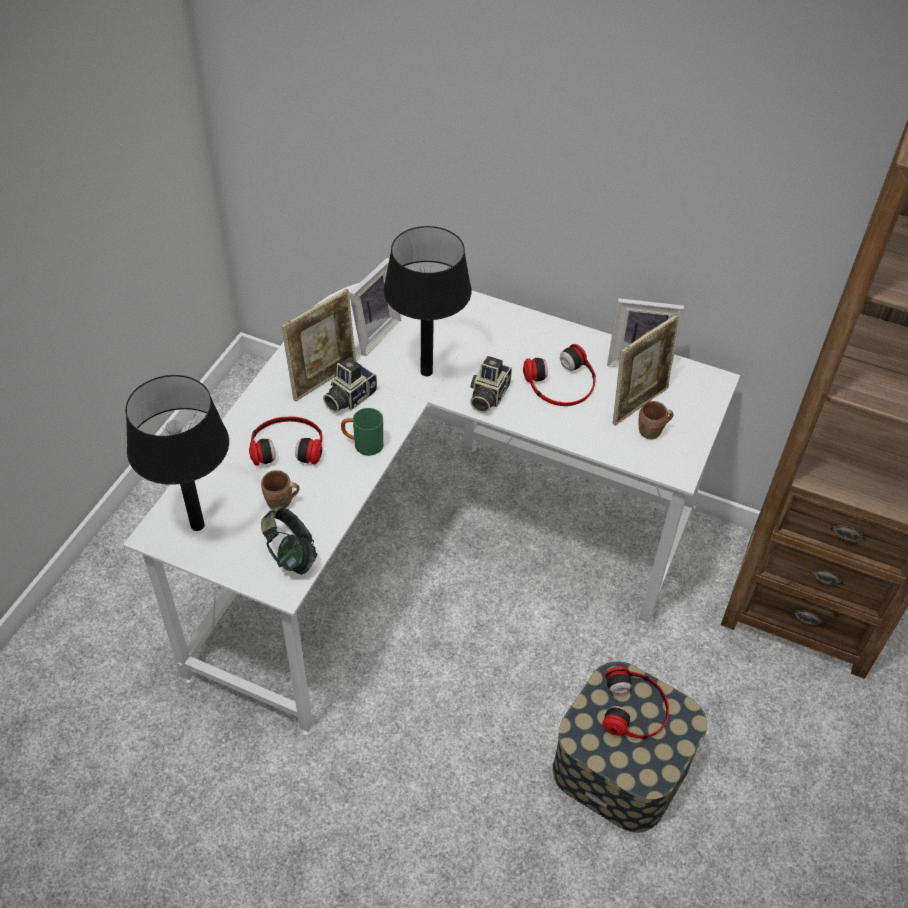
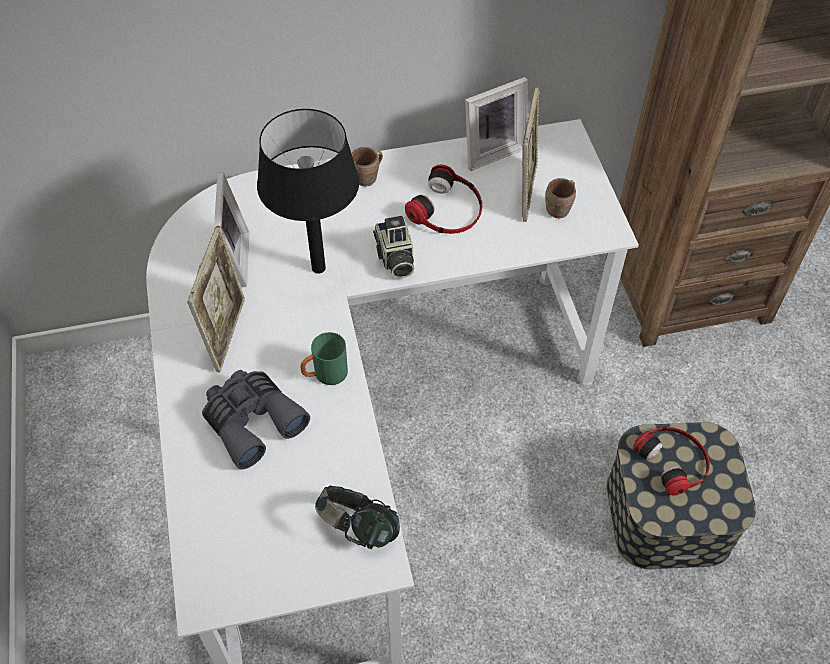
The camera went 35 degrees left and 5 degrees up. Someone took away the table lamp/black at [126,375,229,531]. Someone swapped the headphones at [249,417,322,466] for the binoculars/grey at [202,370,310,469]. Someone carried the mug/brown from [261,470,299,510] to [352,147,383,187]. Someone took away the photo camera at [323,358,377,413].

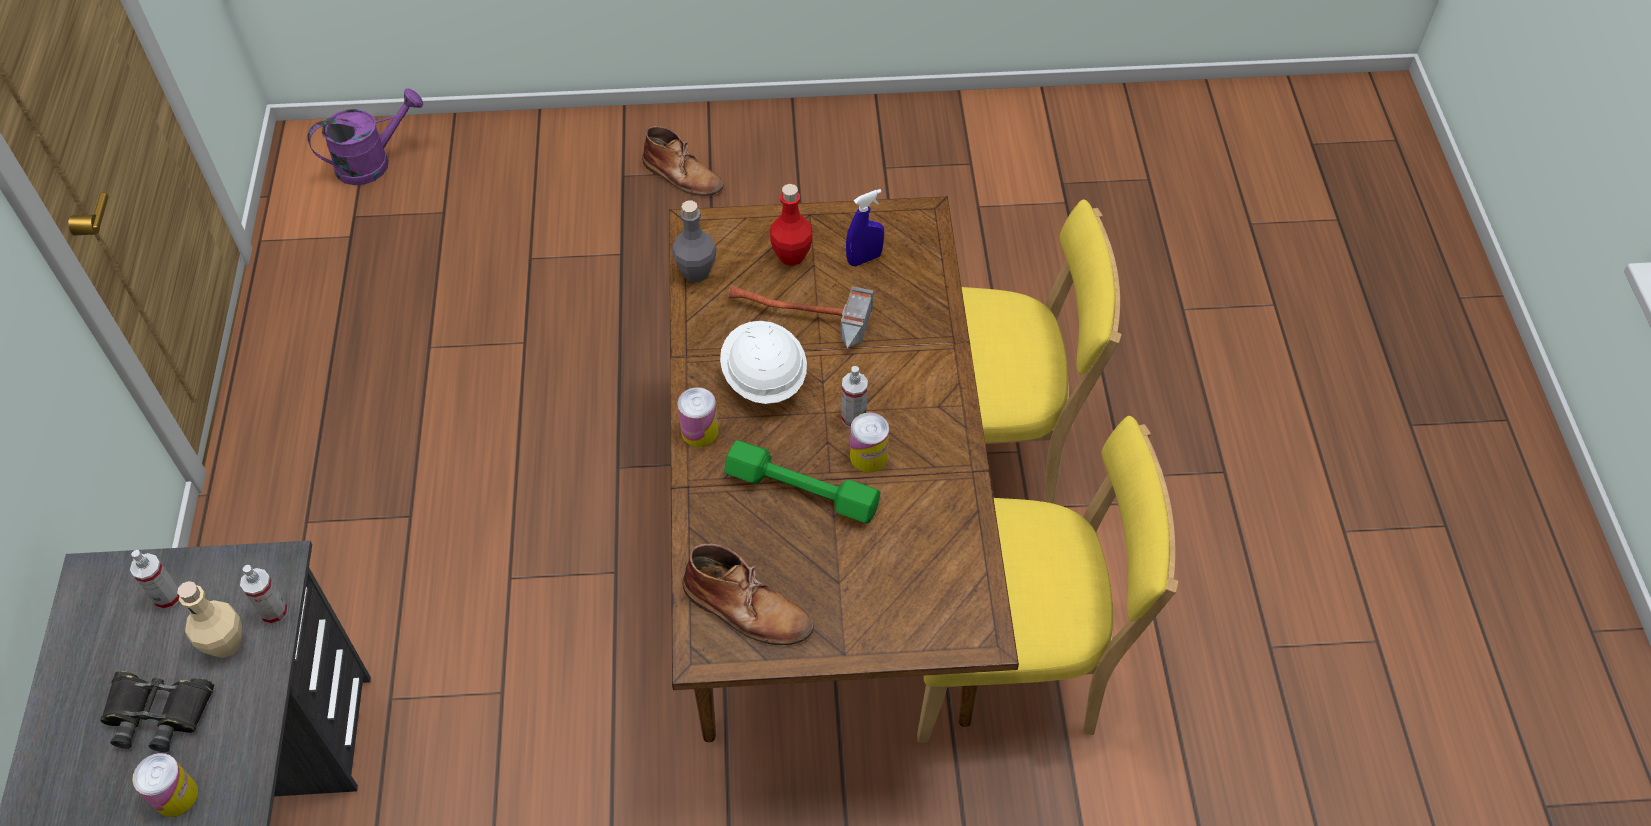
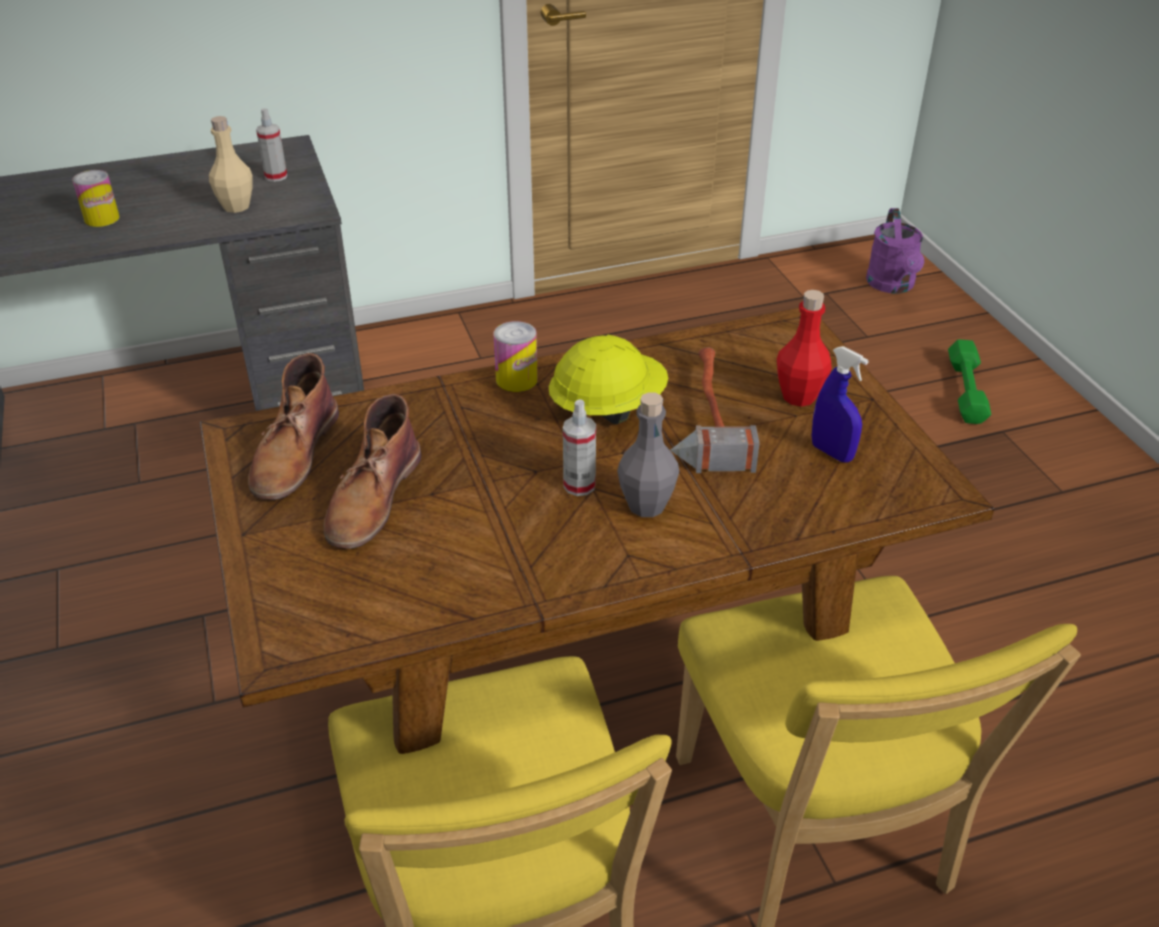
The camera went 75 degrees right and 15 degrees down. Someone took away the binoculars/black at [100,671,214,752]. Someone took away the spray bottle at [240,565,288,625]. Someone rotated the watering can/purple at [308,88,423,185] by 45 degrees clockwise. Someone carried the boot/brown from [642,126,724,196] to [323,394,421,549]. Someone carried the bottle/grey from [672,201,717,282] to [617,392,679,517]. Someone repainted the hard hat/white at [720,321,807,404], which became the hard hat/yellow at [549,335,668,424]. Someone carried the dumbbell/green from [724,440,880,523] to [948,340,991,424]. Someone took away the can at [850,413,889,473].

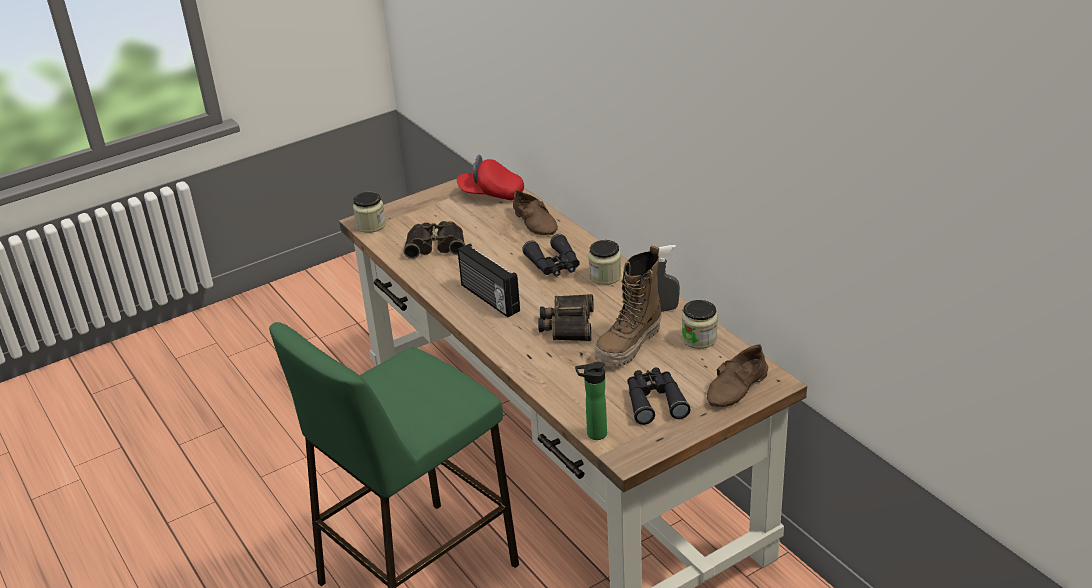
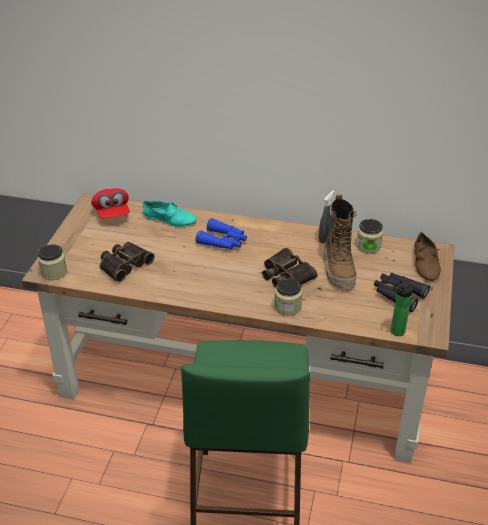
The camera went 45 degrees left and 5 degrees up. Someone rotated the cap/red at [457,155,524,200] by 75 degrees counterclockwise. Someone took away the radio at [457,244,520,317]. Someone repainted the shoe/brown at [513,190,558,235], which became the shoe/turquoise at [142,201,196,227]. Someone repainted the binoculars/black at [522,234,580,276], which became the binoculars/blue at [195,218,247,250]. Someone carried the jar from [588,240,621,285] to [274,278,302,316].

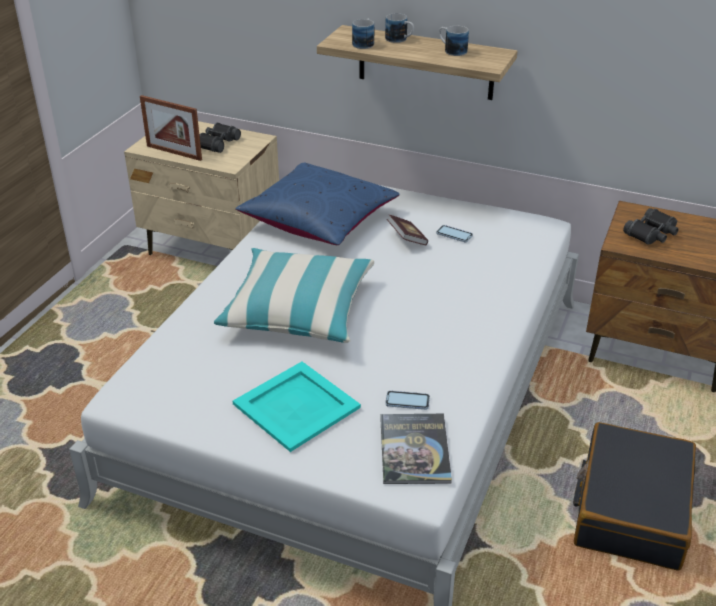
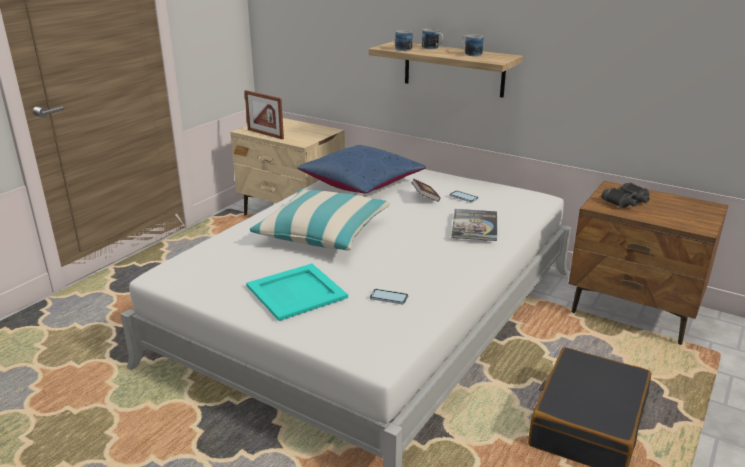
The camera went 10 degrees right and 10 degrees down. Someone took away the binoculars/black at [199,123,241,153]. Someone carried the book from [380,414,452,484] to [451,209,497,241].

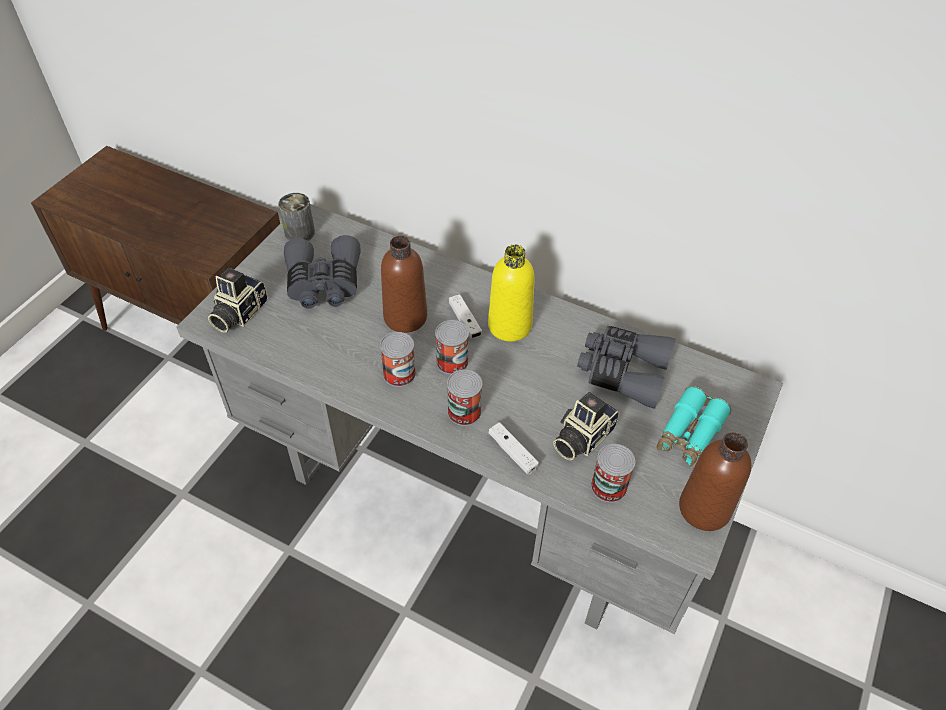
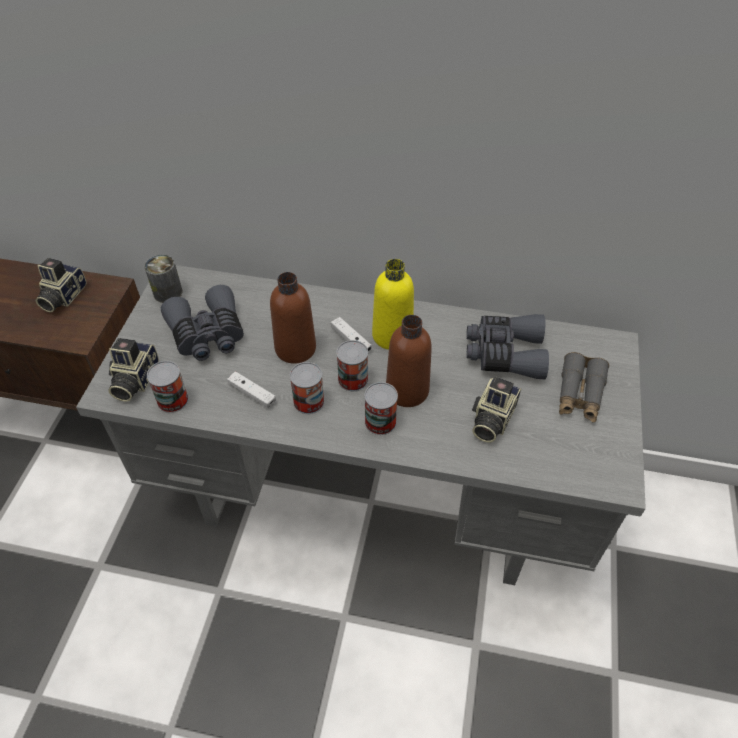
The camera went 15 degrees left and 0 degrees up. Someone carried the game controller/white from [489,422,539,475] to [227,371,276,408]. Someone carried the can from [591,444,635,503] to [147,361,189,413]. Someone repainted the binoculars/turquoise at [656,386,731,467], which became the binoculars/grey at [559,352,609,423]. Someone carried the bottle/brown from [679,432,752,531] to [386,315,432,407]. Someone put down the photo camera at [35,258,86,312].

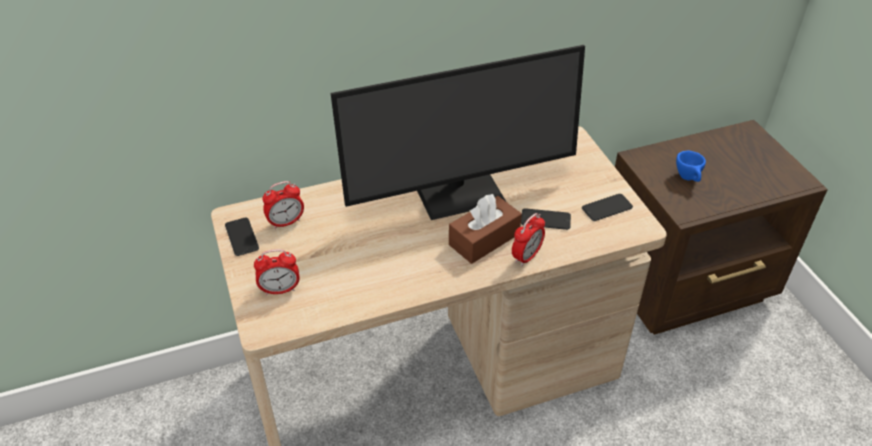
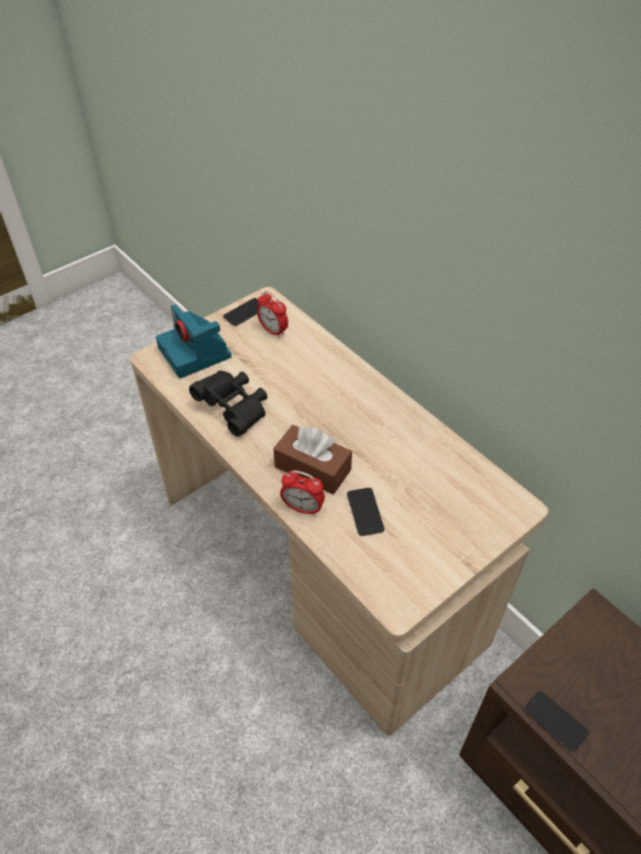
The camera went 70 degrees right and 5 degrees up. Someone swapped the alarm clock at [254,249,300,295] for the photo camera at [156,304,232,379]. Someone took away the monitor at [331,45,585,220]. Someone carried the phone from [582,194,633,221] to [524,691,589,752]. Someone took away the cup/blue at [676,151,706,182]. Someone put down the binoculars/black at [189,371,267,437].

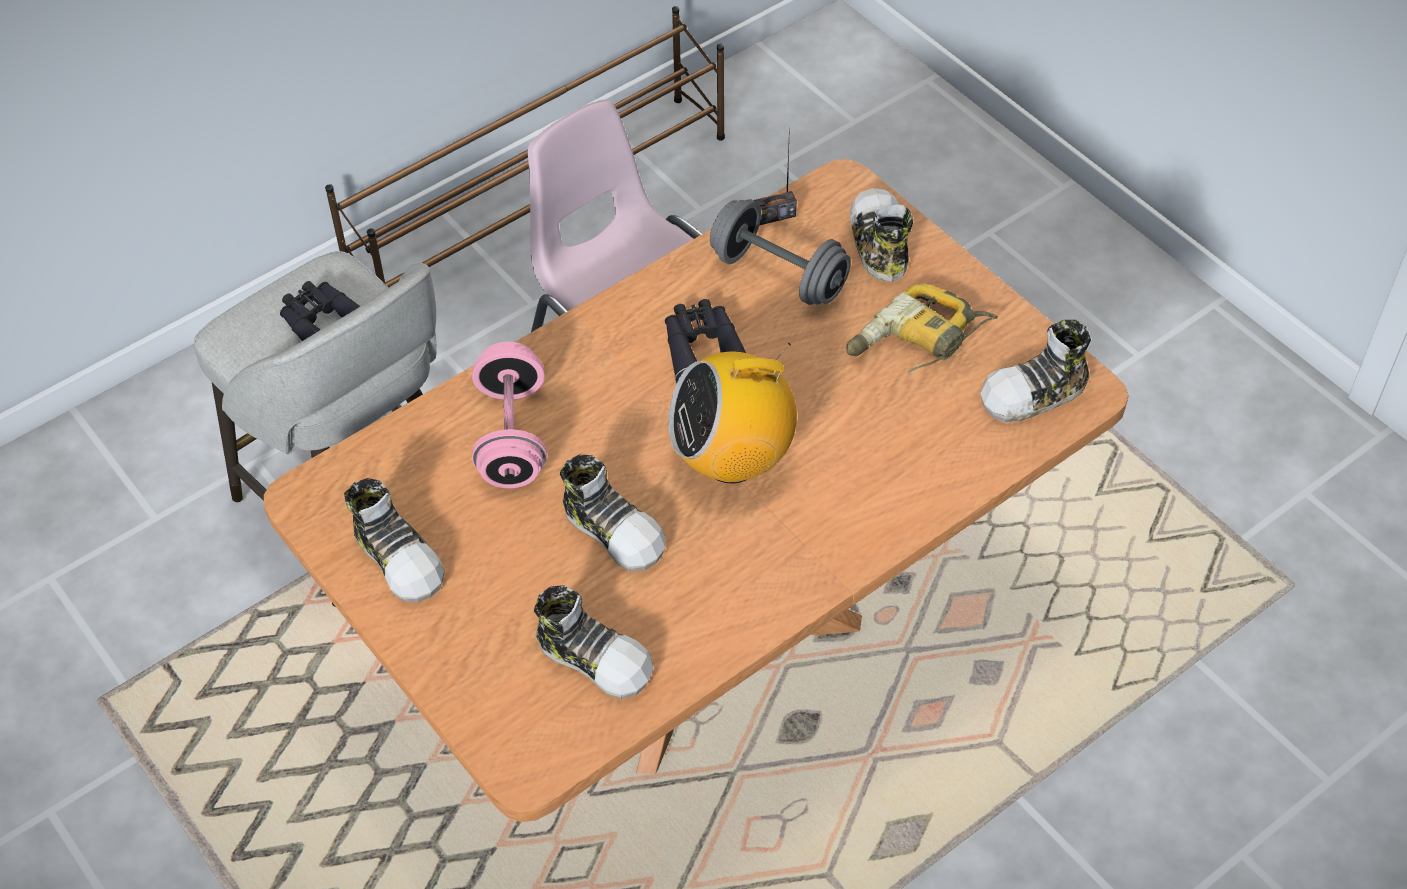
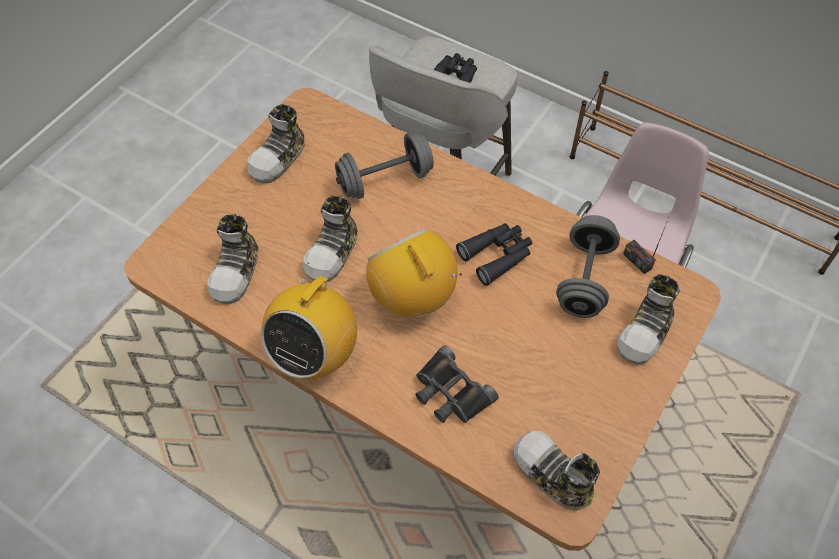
The camera went 70 degrees right and 5 degrees up. Someone repainted the dumbbell/pink at [472,342,547,488], which became the dumbbell/grey at [335,132,434,199]. Someone took away the power drill at [846,283,998,373]. Someone rotated the shoe at [850,188,913,282] by 150 degrees clockwise. Someone put down the radio at [261,262,357,379]. Someone put down the binoculars/black at [416,345,498,423].

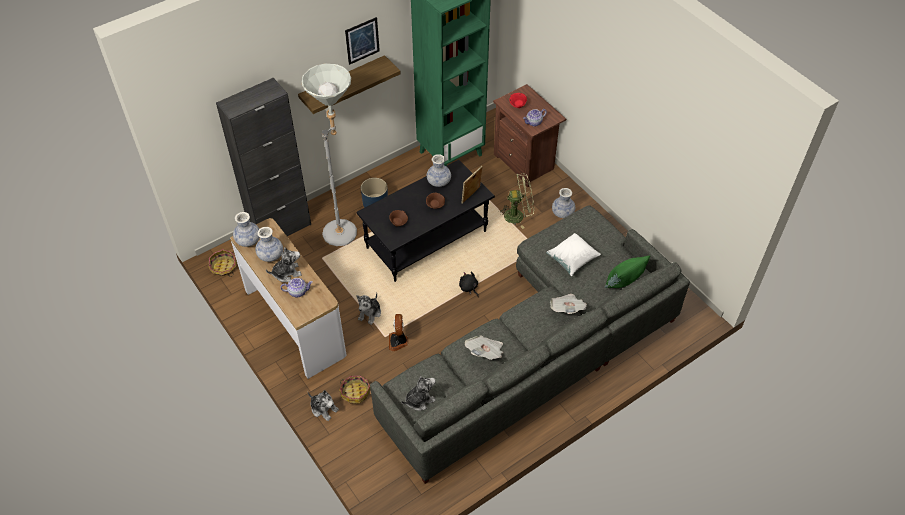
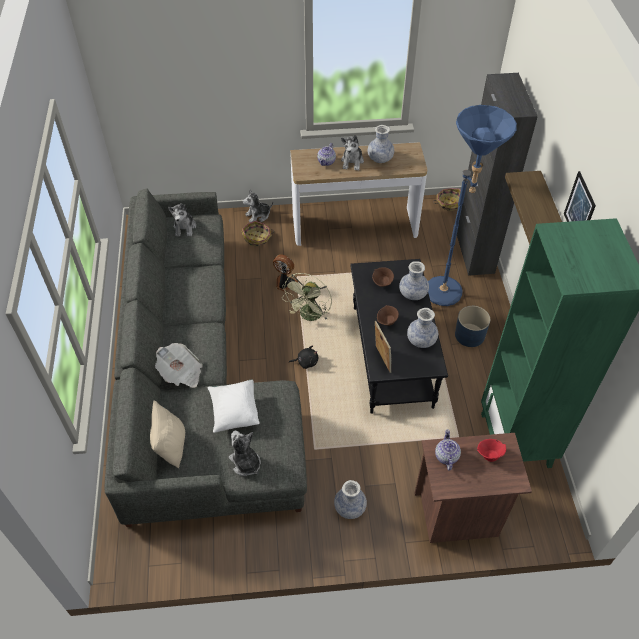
The camera went 120 degrees right and 0 degrees up. Someone carried the vase from [233,212,260,247] to [399,261,429,300]. Someone repainted the floor lamp/grey at [302,63,357,246], which became the floor lamp/blue at [428,105,517,306]. Someone carried the plush toy from [356,293,381,325] to [229,431,261,476]. Someone took away the newspaper at [465,335,503,360]. Someone carried the fan/green from [500,173,534,229] to [283,273,332,321]. Someone repainted the pillow/green at [605,256,650,288], which became the pillow/beige at [150,401,185,468].

